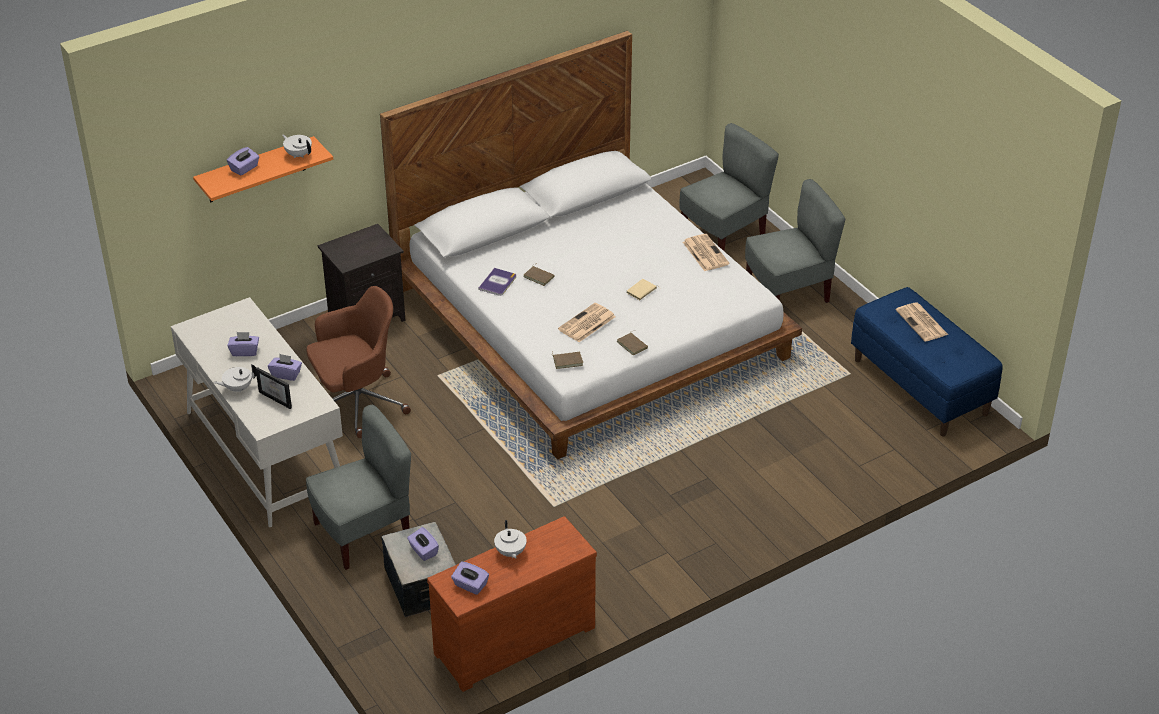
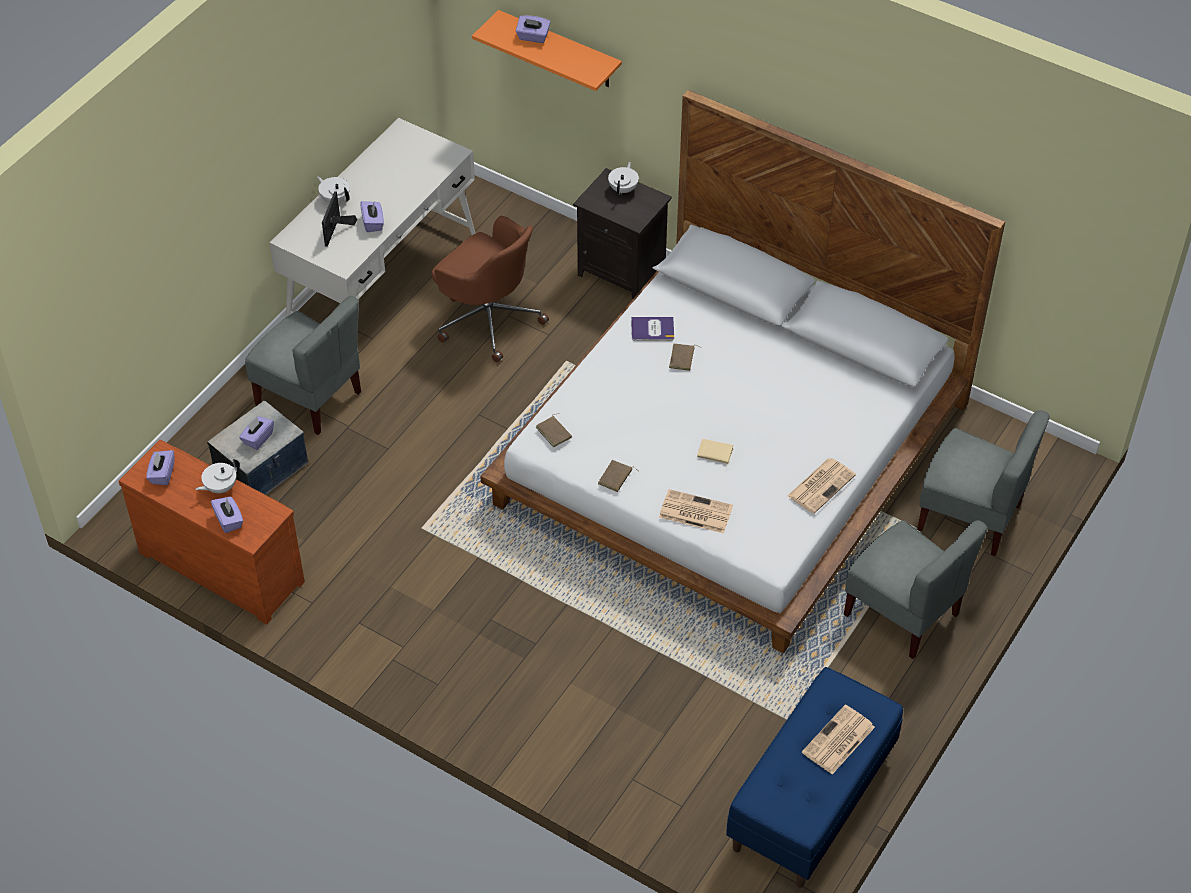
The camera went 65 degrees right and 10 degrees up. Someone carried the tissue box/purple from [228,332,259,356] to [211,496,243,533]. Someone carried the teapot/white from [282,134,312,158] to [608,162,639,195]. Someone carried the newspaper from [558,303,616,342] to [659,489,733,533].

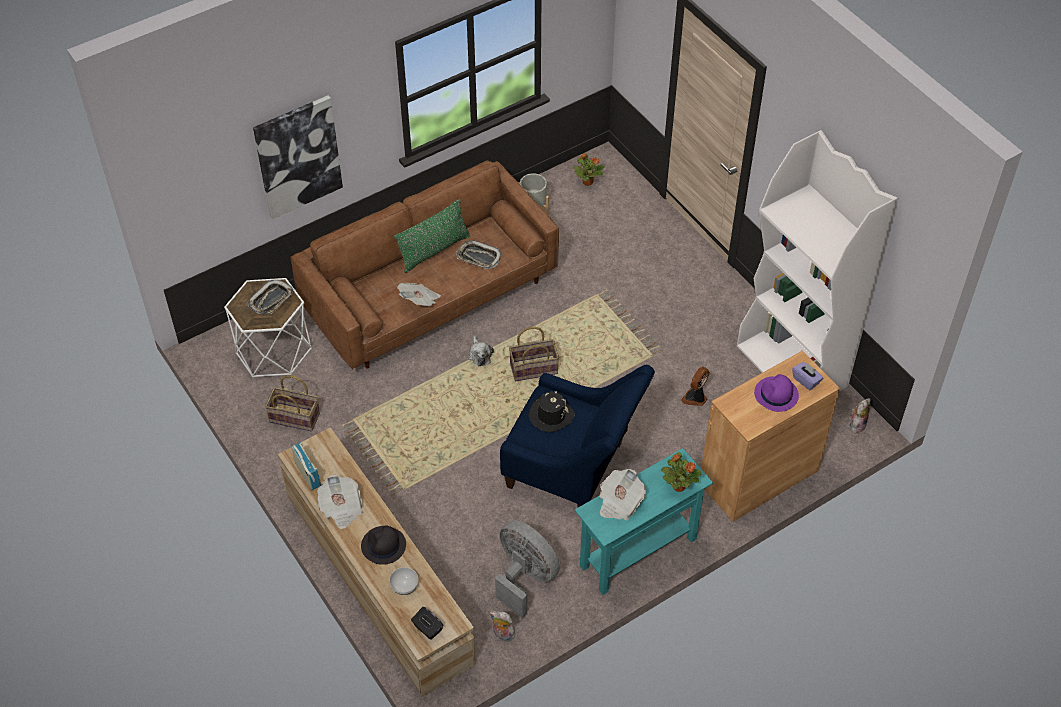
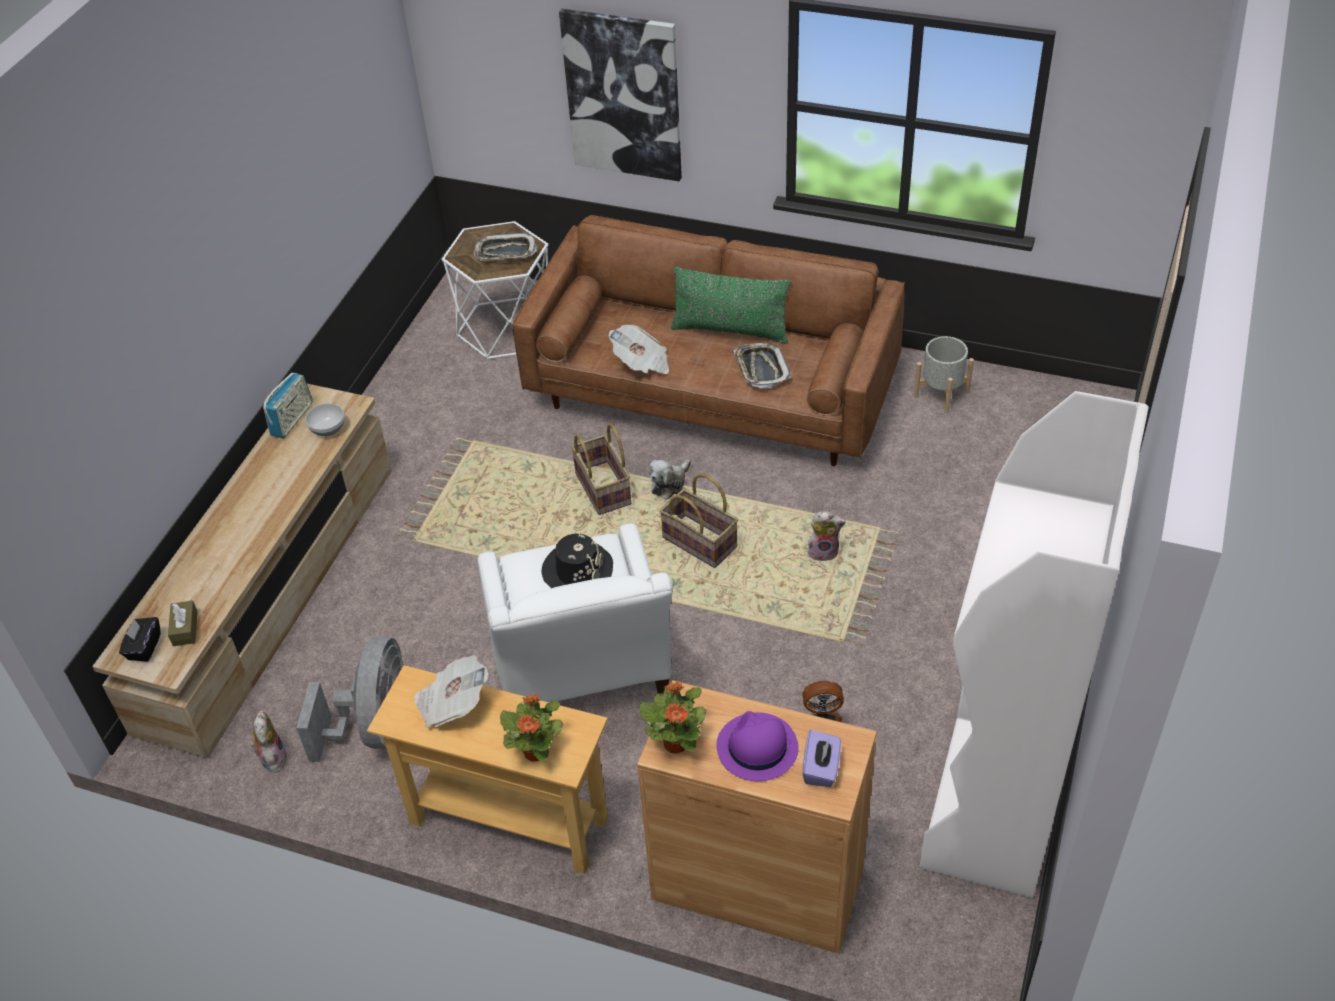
The camera went 55 degrees right and 5 degrees down. Someone carried the basket from [265,375,320,431] to [571,424,631,515]. Someone took away the newspaper at [317,474,363,529]. Someone took away the hat/black at [361,525,406,565]. Someone carried the bowl from [389,567,418,595] to [305,403,344,436]. Someone repainted the armchair/blue at [500,365,655,507], which became the armchair/white at [478,523,673,703]. Someone carried the potted plant from [573,153,605,186] to [639,682,706,754]. Someone repainted the console table/turquoise at [575,448,713,595], which became the console table/beige at [367,665,608,874]. Someone carried the plush toy from [850,398,871,433] to [808,512,846,561]. Someone put down the tissue box/brown at [168,600,198,646].

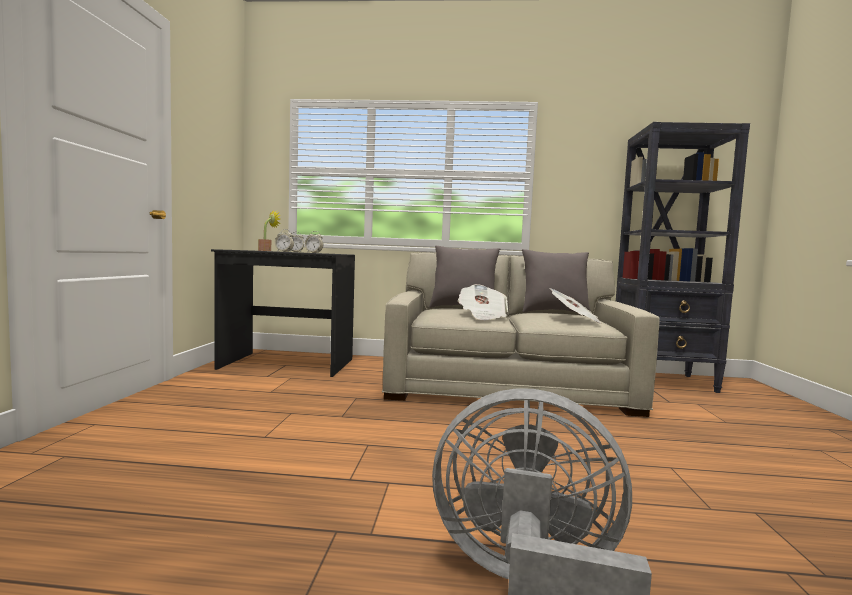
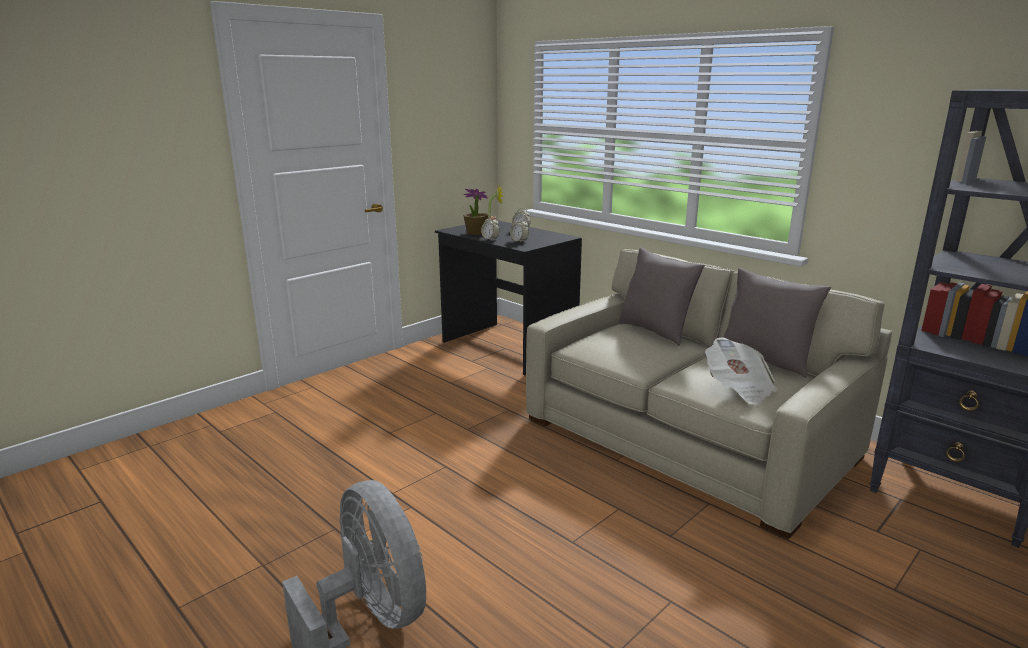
The camera went 40 degrees right and 15 degrees up. Someone took away the newspaper at [458,284,508,320]. Someone put down the potted plant at [463,189,488,235].

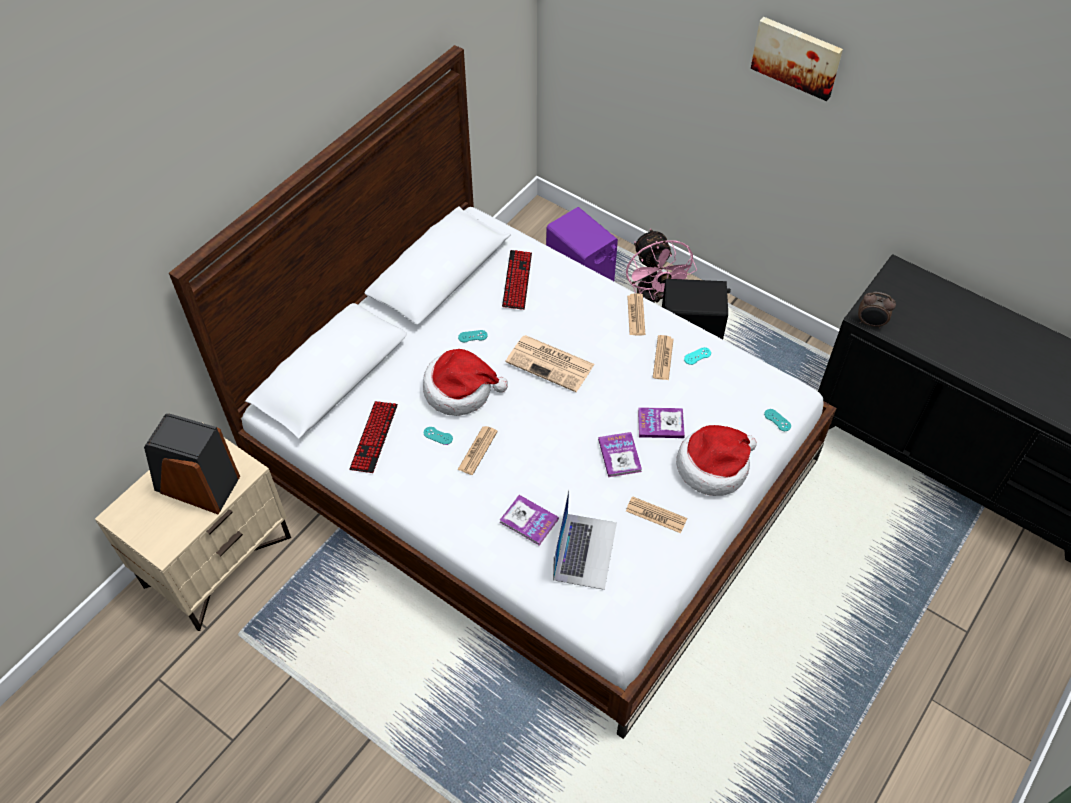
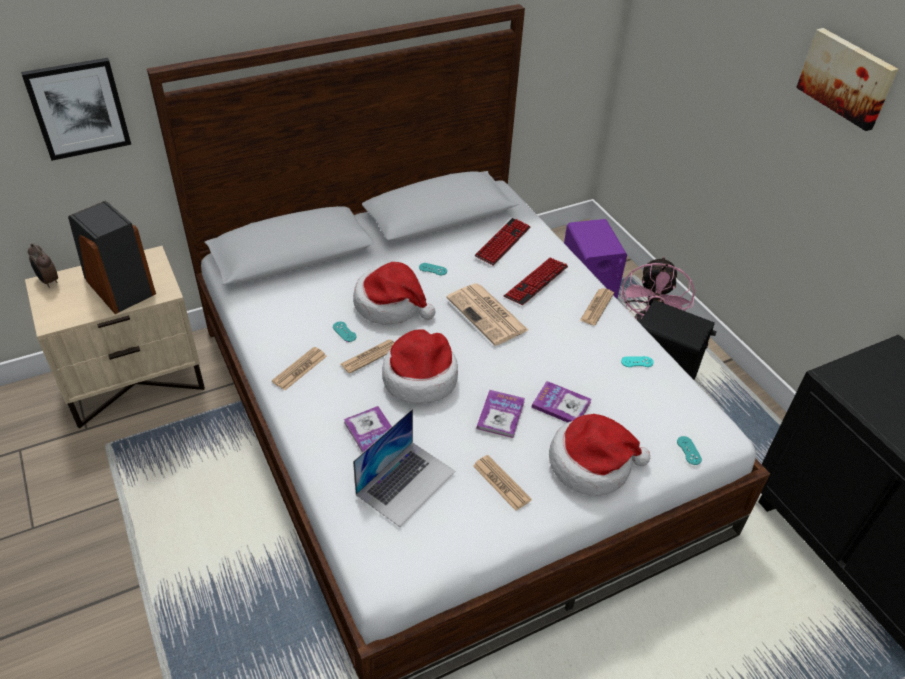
The camera went 25 degrees right and 10 degrees down. Someone carried the keyboard from [349,401,398,473] to [504,257,568,305]. Someone carried the newspaper from [653,335,673,380] to [272,347,327,390]. Someone carried the alarm clock from [858,292,896,329] to [28,243,58,288]. Someone put up the picture at [21,58,131,161]. Someone put down the hat at [382,329,458,403].

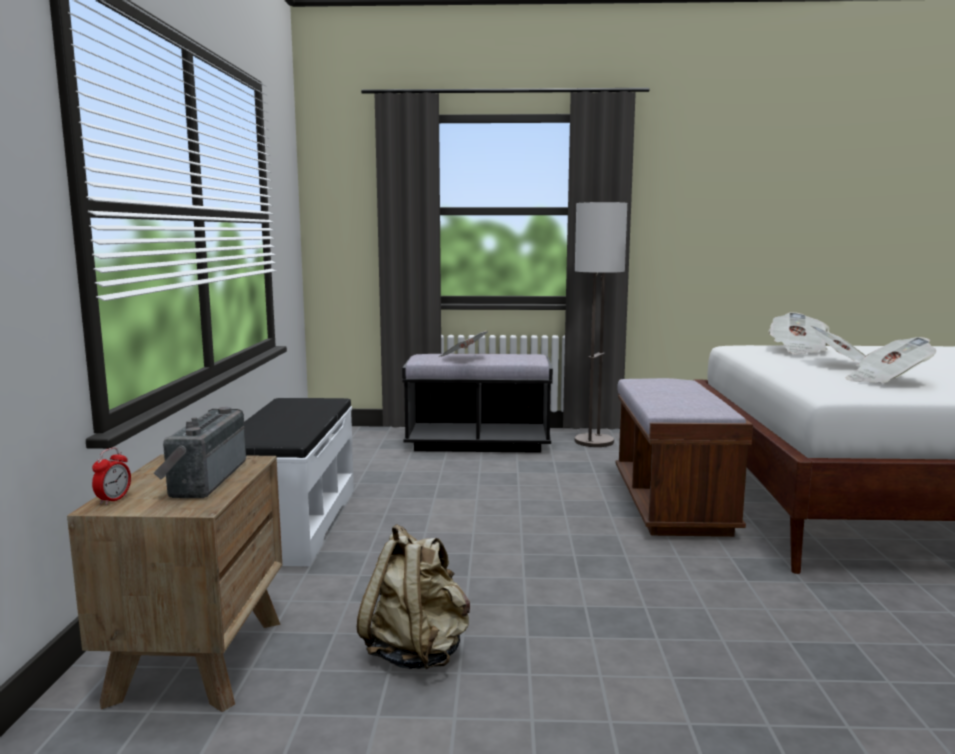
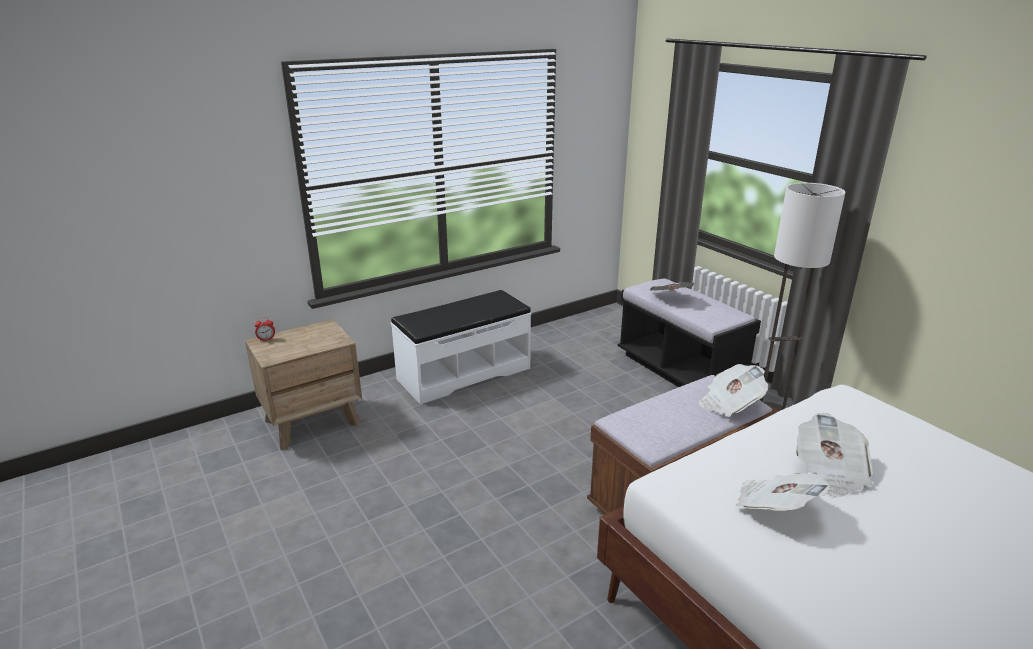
The camera went 55 degrees right and 15 degrees up. Someone took away the radio at [154,407,246,498]. Someone took away the backpack/beige at [357,524,470,669]. Someone carried the newspaper from [768,312,830,355] to [698,364,768,417].

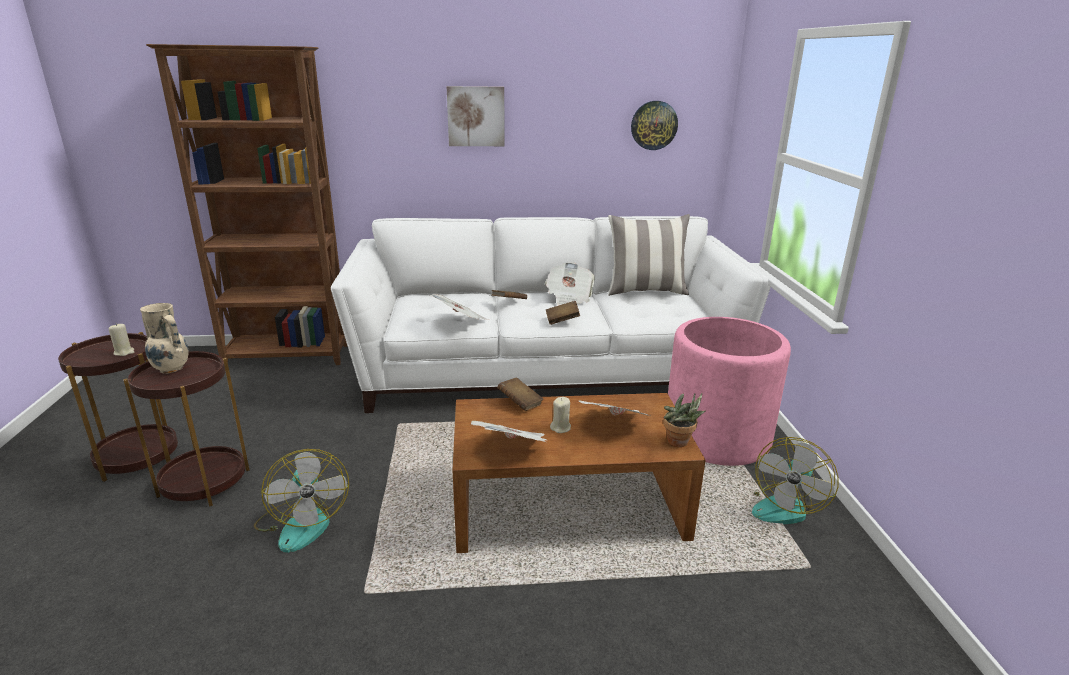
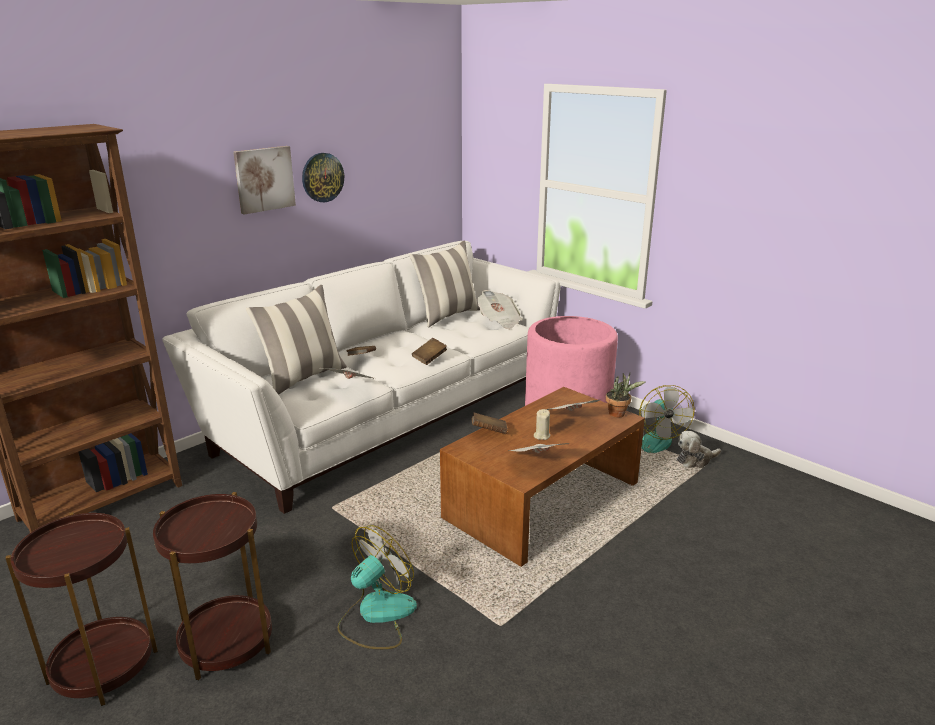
The camera went 40 degrees left and 0 degrees up. Someone took away the candle/beige at [108,323,134,356]. Someone took away the vase/beige at [140,303,189,374]. Someone rotated the fan at [254,449,349,553] by 75 degrees counterclockwise. Someone carried the newspaper from [545,263,595,305] to [477,290,523,329]. Someone carried the wall clock from [631,101,678,150] to [302,153,344,202]. Someone put down the pillow at [246,285,347,395]. Someone put down the plush toy at [677,431,721,468].

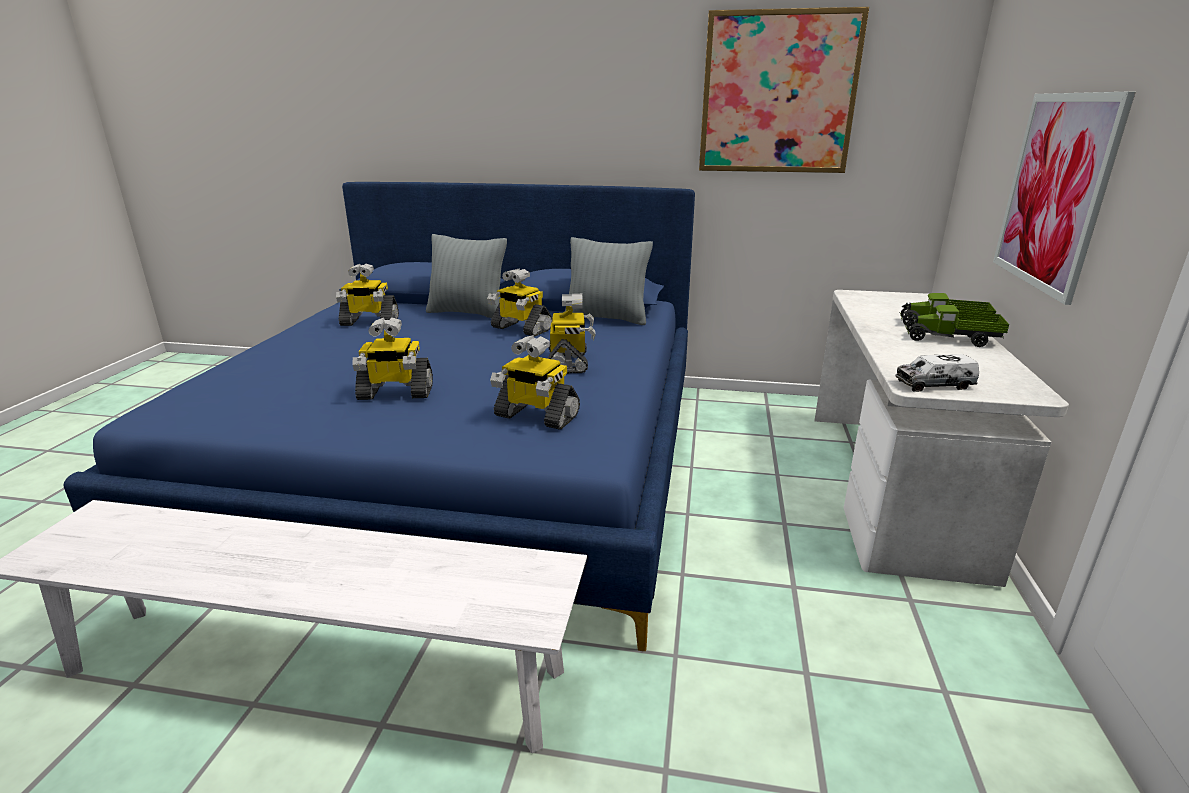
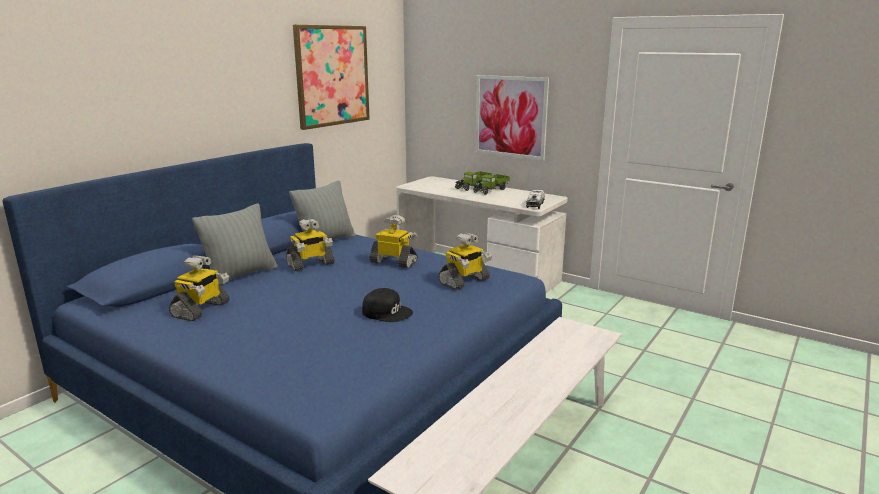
The camera went 65 degrees left and 5 degrees down. Someone swapped the toy robot at [352,317,433,400] for the cap/black at [362,288,413,322].

